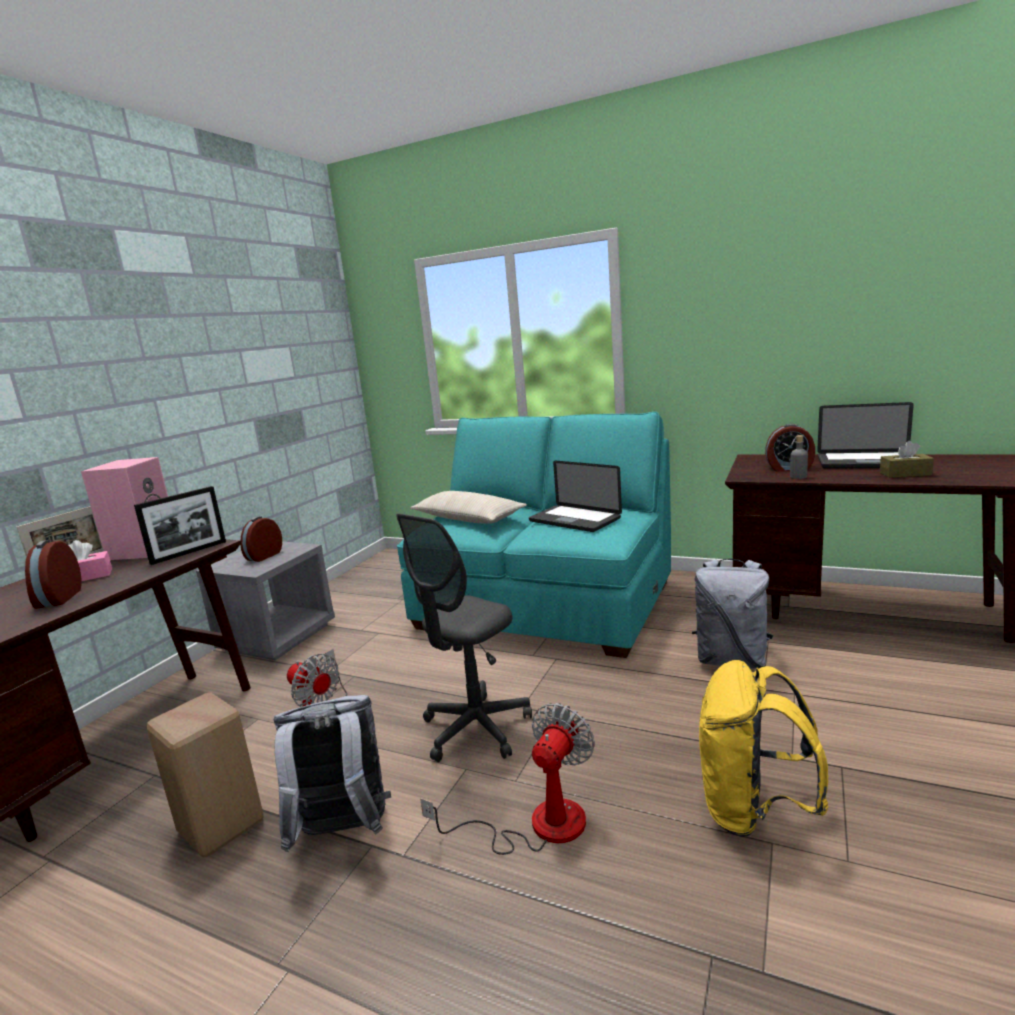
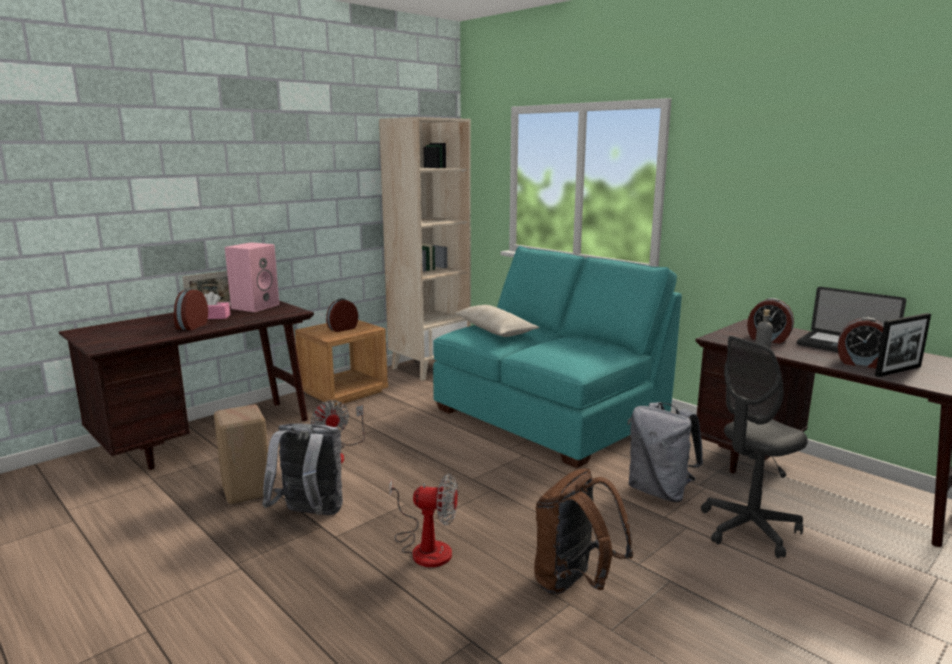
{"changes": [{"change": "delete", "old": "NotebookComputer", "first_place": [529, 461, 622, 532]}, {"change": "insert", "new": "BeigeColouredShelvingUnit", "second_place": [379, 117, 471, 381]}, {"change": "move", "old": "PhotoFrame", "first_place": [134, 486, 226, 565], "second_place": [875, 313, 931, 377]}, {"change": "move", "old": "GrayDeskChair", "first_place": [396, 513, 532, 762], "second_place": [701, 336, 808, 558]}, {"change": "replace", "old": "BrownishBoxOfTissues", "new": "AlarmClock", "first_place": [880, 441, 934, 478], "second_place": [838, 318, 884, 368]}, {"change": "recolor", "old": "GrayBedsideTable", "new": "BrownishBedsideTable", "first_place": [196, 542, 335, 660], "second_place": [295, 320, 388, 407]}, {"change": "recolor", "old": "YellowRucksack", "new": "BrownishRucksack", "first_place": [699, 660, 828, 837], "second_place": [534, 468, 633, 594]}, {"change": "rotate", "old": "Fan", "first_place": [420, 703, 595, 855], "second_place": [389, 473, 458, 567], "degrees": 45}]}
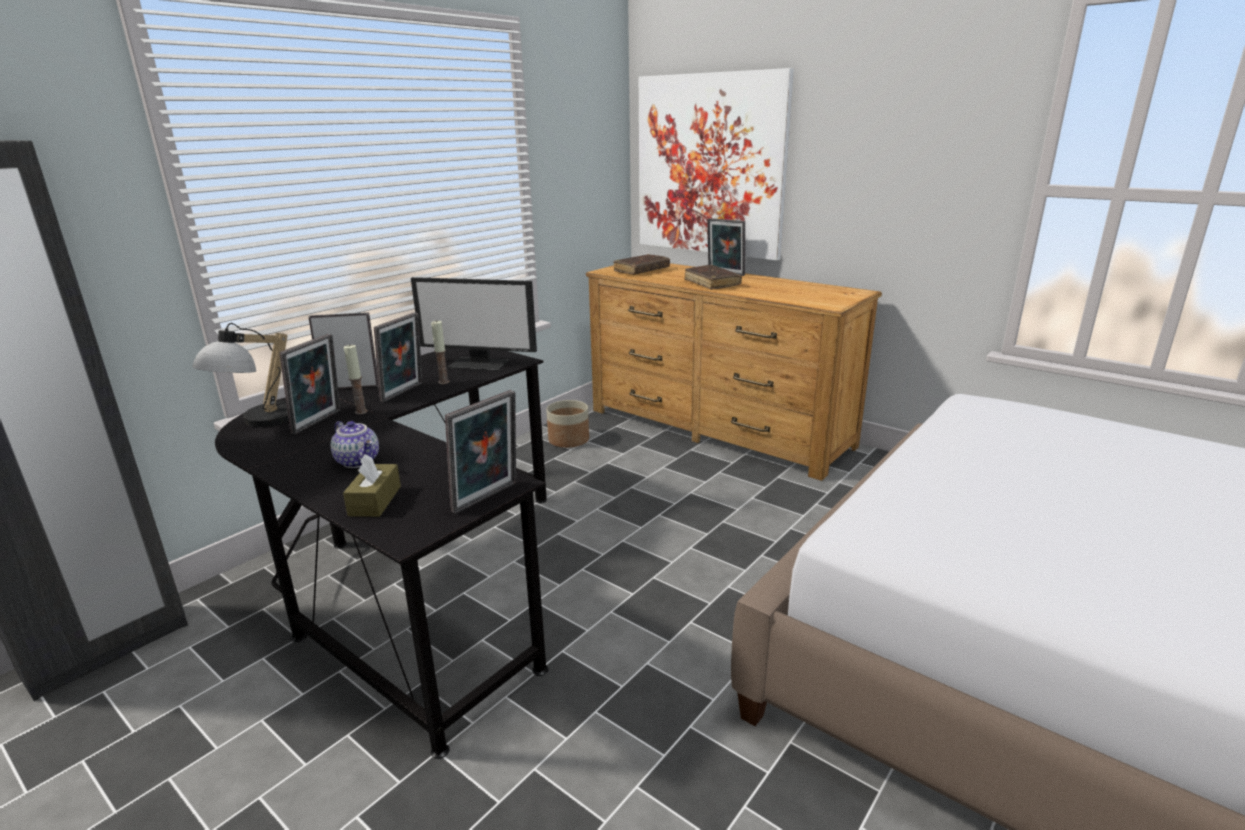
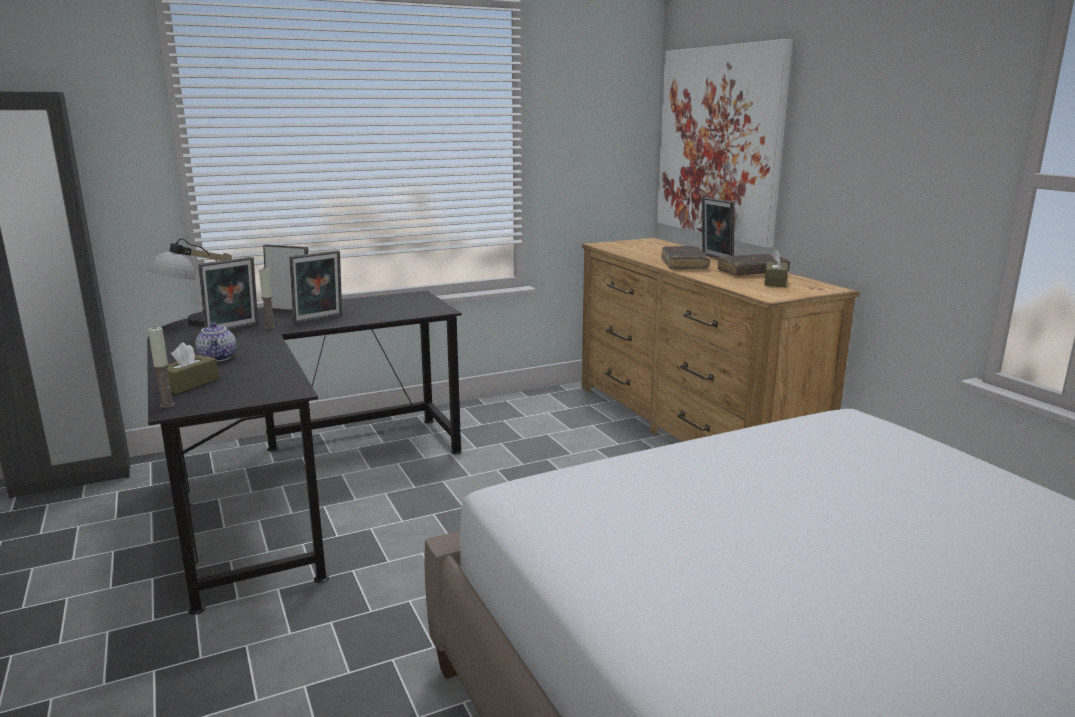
{"changes": [{"change": "delete", "old": "ComputerDisplay", "first_place": [411, 277, 537, 371]}, {"change": "delete", "old": "PhotoFrame", "first_place": [445, 390, 516, 514]}, {"change": "delete", "old": "PlantPot", "first_place": [546, 400, 589, 448]}, {"change": "insert", "new": "BrownishBoxOfTissues", "second_place": [764, 250, 788, 287]}, {"change": "move", "old": "WaxLight", "first_place": [431, 320, 449, 384], "second_place": [148, 326, 175, 408]}, {"change": "move", "old": "BrownishVolume", "first_place": [613, 254, 670, 275], "second_place": [717, 254, 790, 276]}]}
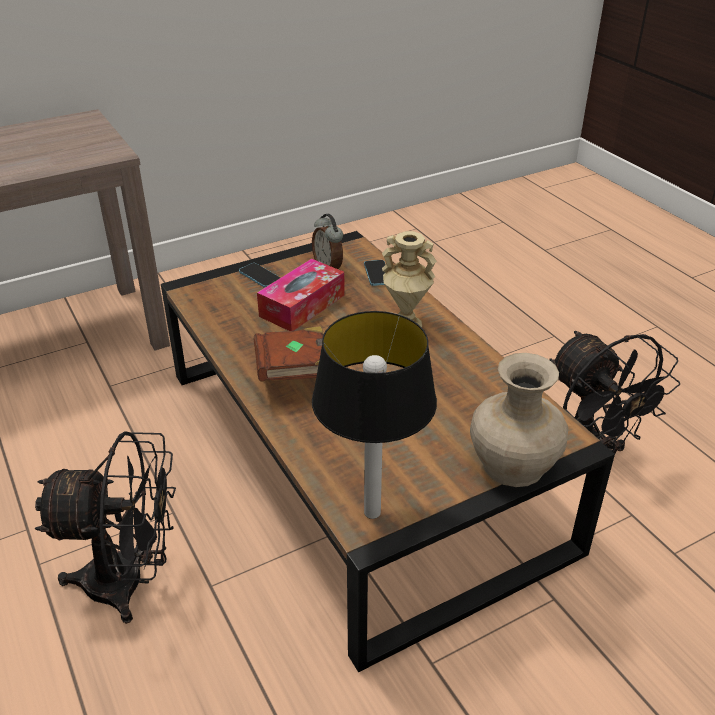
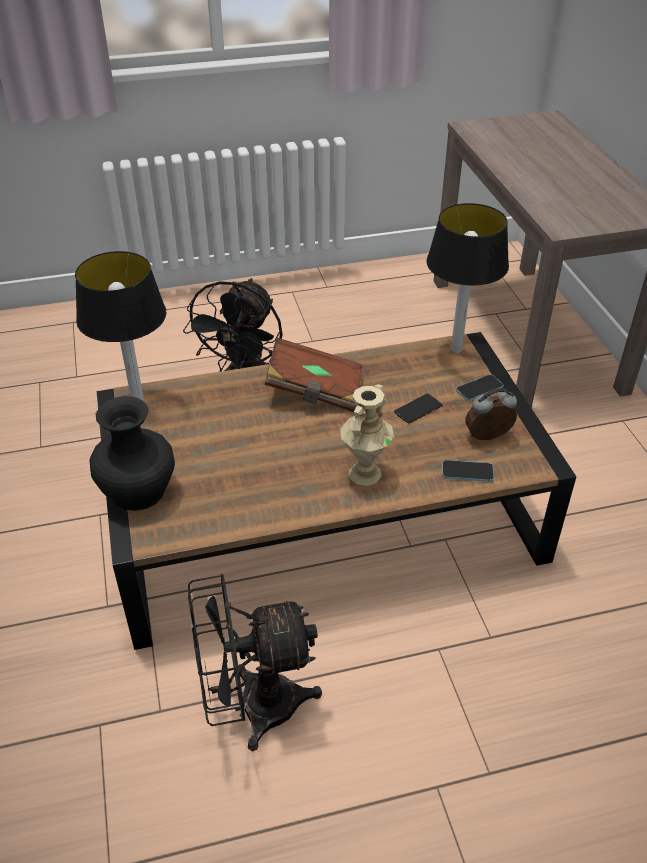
{"changes": [{"change": "insert", "new": "TableLamp", "second_place": [426, 203, 509, 353]}, {"change": "replace", "old": "BoxOfTissues", "new": "Telephone", "first_place": [257, 259, 345, 331], "second_place": [394, 394, 442, 423]}, {"change": "recolor", "old": "BeigeColouredFlowerVase", "new": "BlackColouredFlowerVase", "first_place": [470, 353, 568, 487], "second_place": [90, 396, 175, 511]}]}
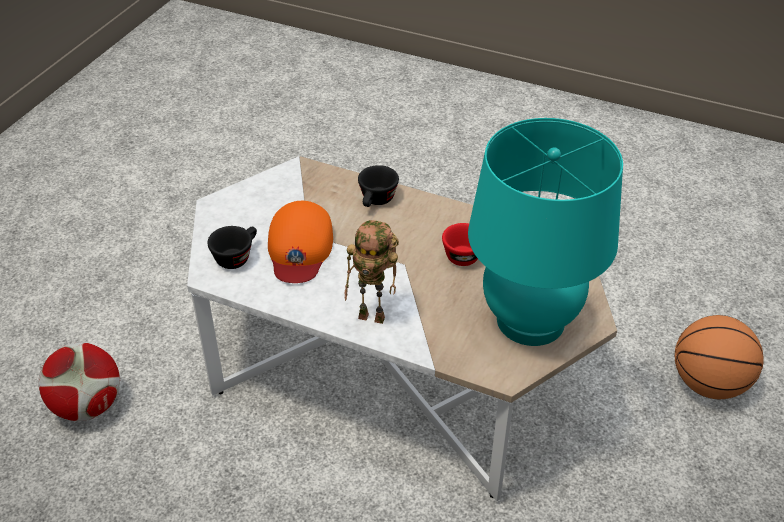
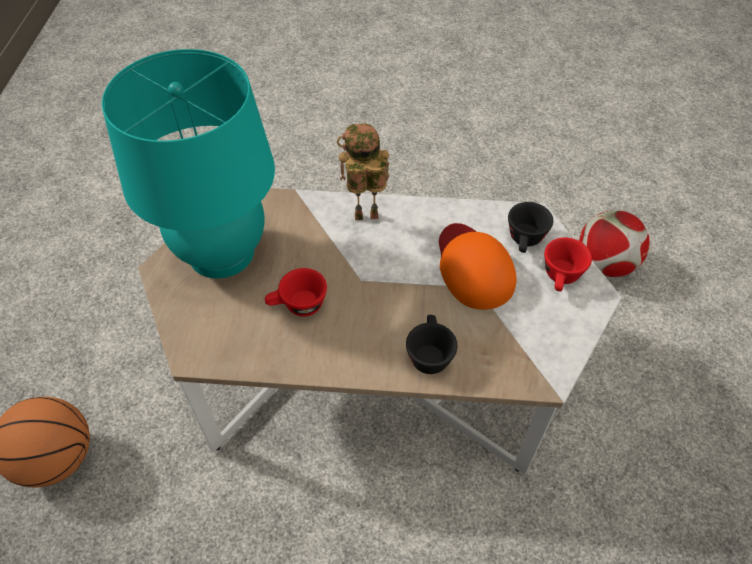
{"changes": [{"change": "insert", "new": "RedSmallCup", "second_place": [544, 237, 592, 292]}]}
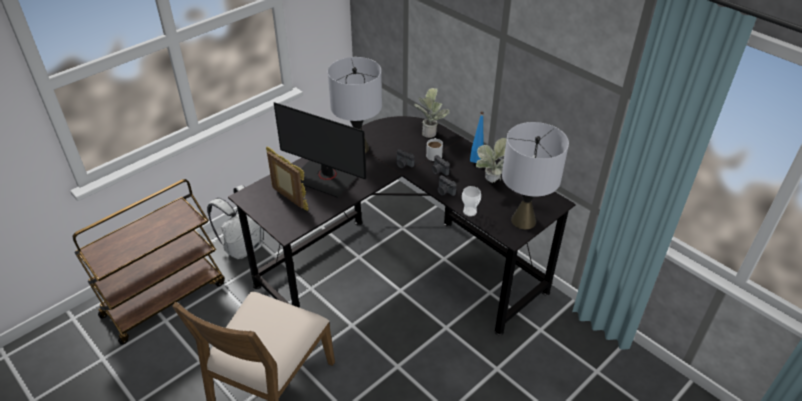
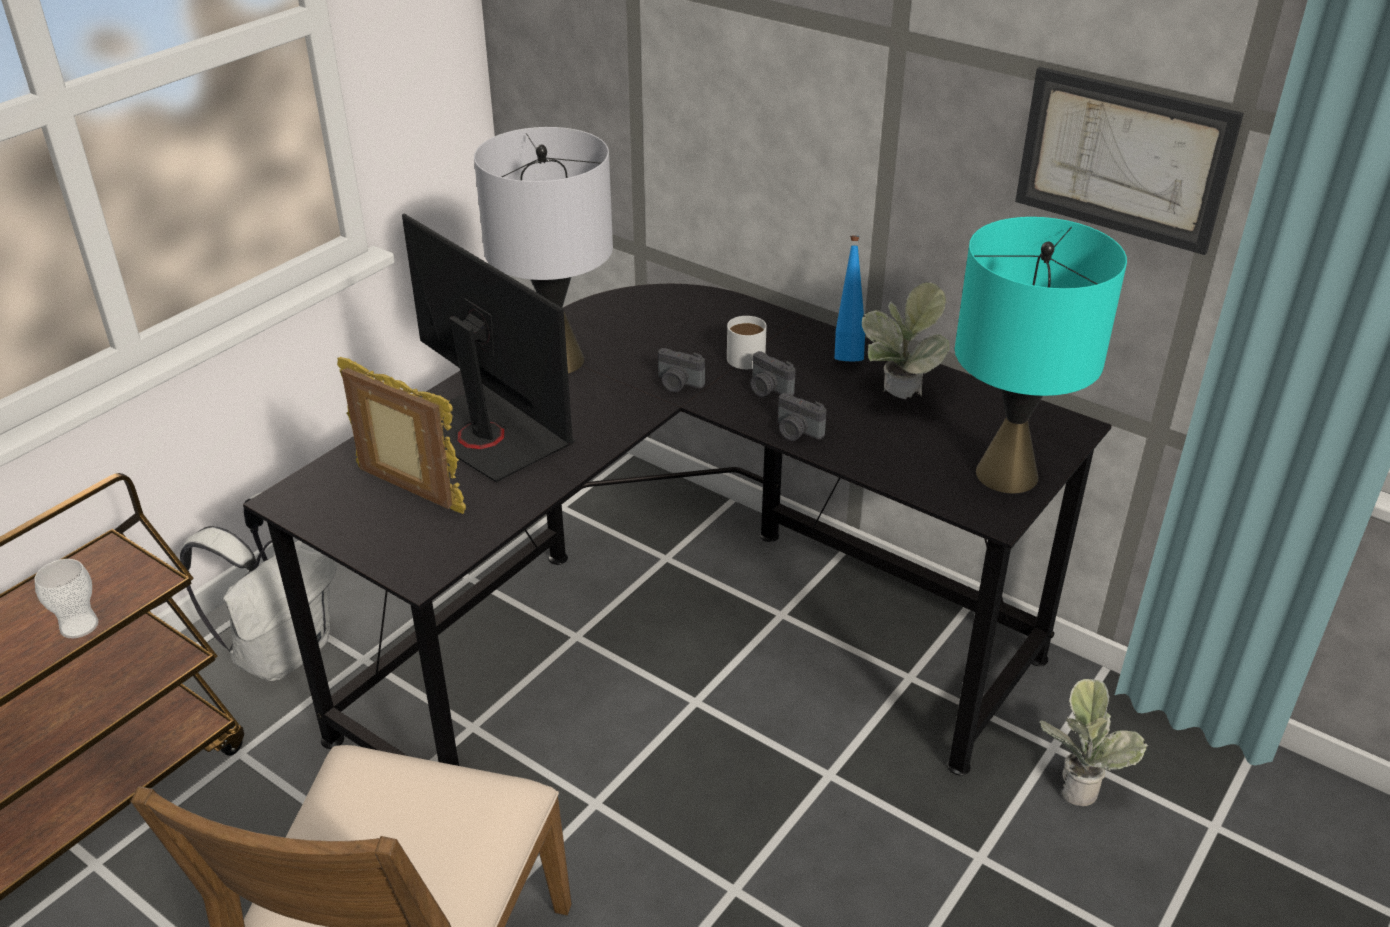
{"changes": [{"change": "insert", "new": "WallPicture", "second_place": [1015, 67, 1244, 255]}, {"change": "move", "old": "PlantInAPot", "first_place": [414, 88, 449, 138], "second_place": [1039, 679, 1148, 806]}, {"change": "move", "old": "SmallCup", "first_place": [462, 186, 481, 217], "second_place": [34, 559, 99, 638]}, {"change": "recolor", "old": "GrayTableLamp", "new": "BlueGreenTableLamp", "first_place": [502, 122, 569, 229], "second_place": [955, 217, 1127, 494]}, {"change": "rotate", "old": "ComputerDisplay", "first_place": [274, 102, 366, 198], "second_place": [402, 213, 576, 482], "degrees": -150}]}
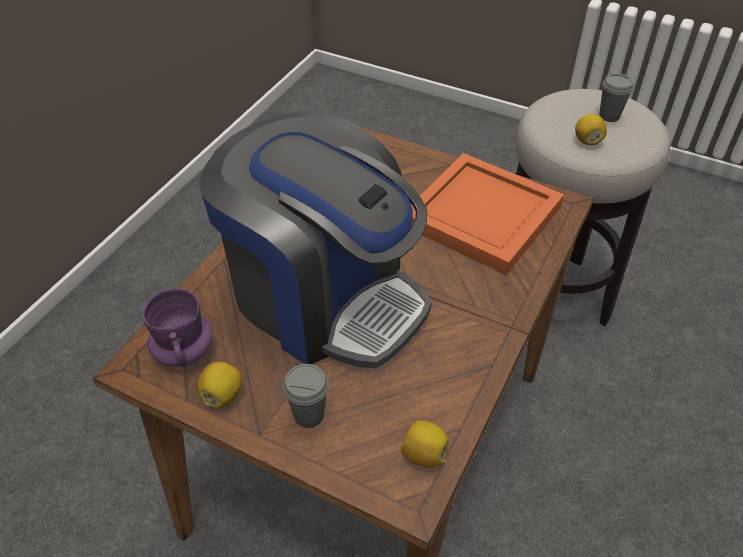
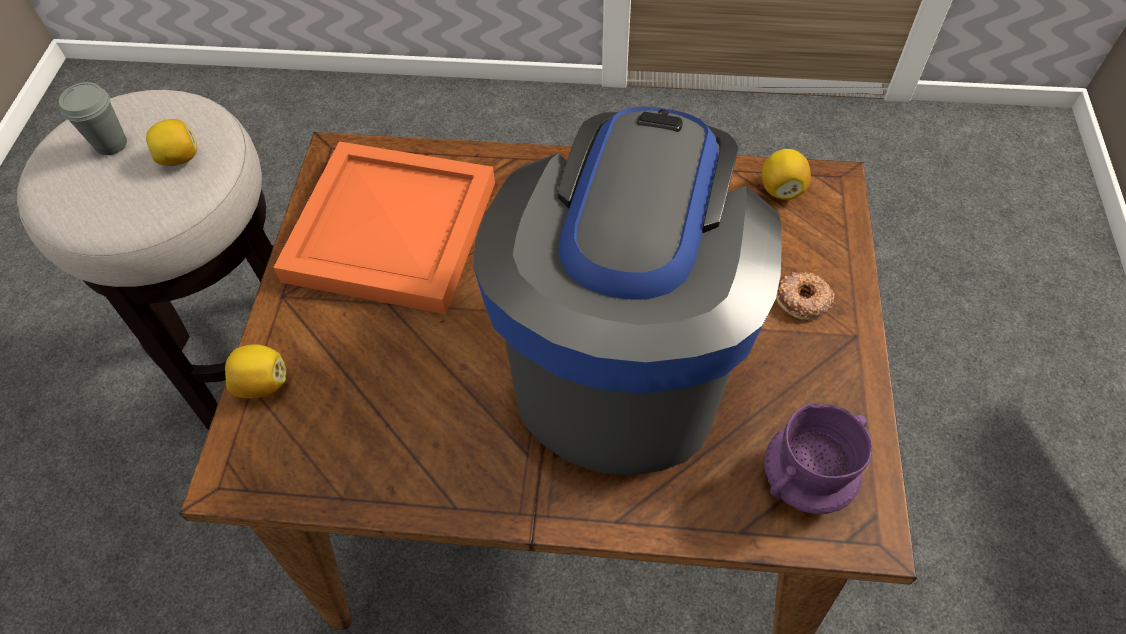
{"changes": [{"change": "move", "old": "Lemon", "first_place": [197, 362, 242, 408], "second_place": [225, 344, 286, 398]}, {"change": "replace", "old": "GraySmallCup", "new": "Doughnut", "first_place": [283, 364, 329, 428], "second_place": [776, 272, 835, 320]}]}
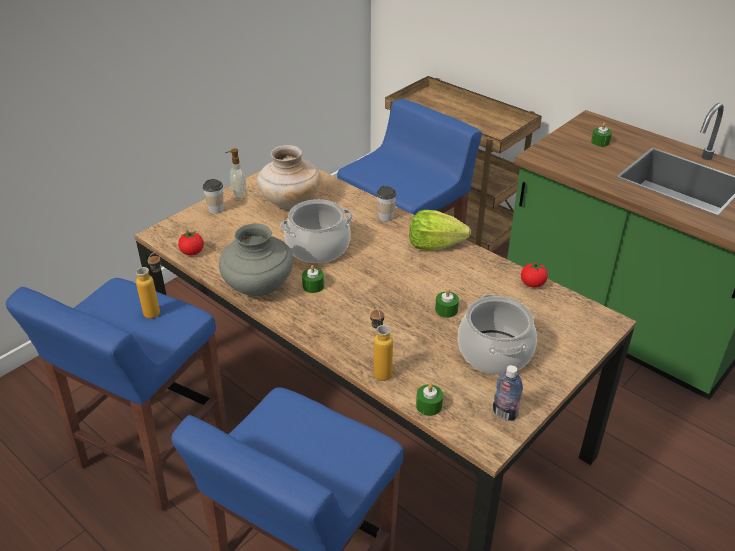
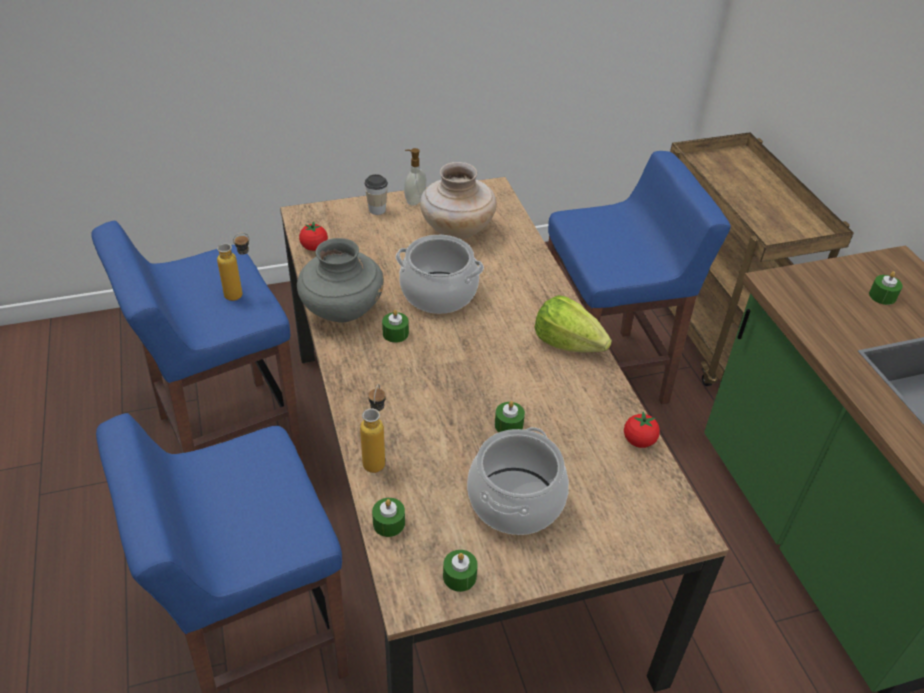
{"changes": [{"change": "delete", "old": "SmallCup", "first_place": [376, 186, 397, 222]}, {"change": "replace", "old": "Bottle", "new": "GreenWaxLight", "first_place": [493, 365, 523, 421], "second_place": [443, 550, 478, 592]}]}
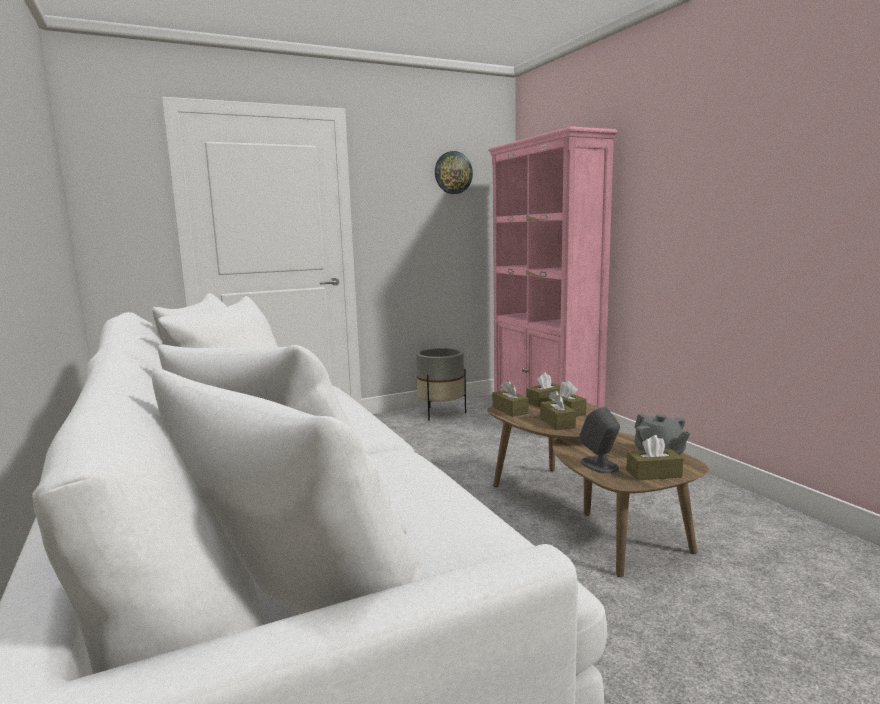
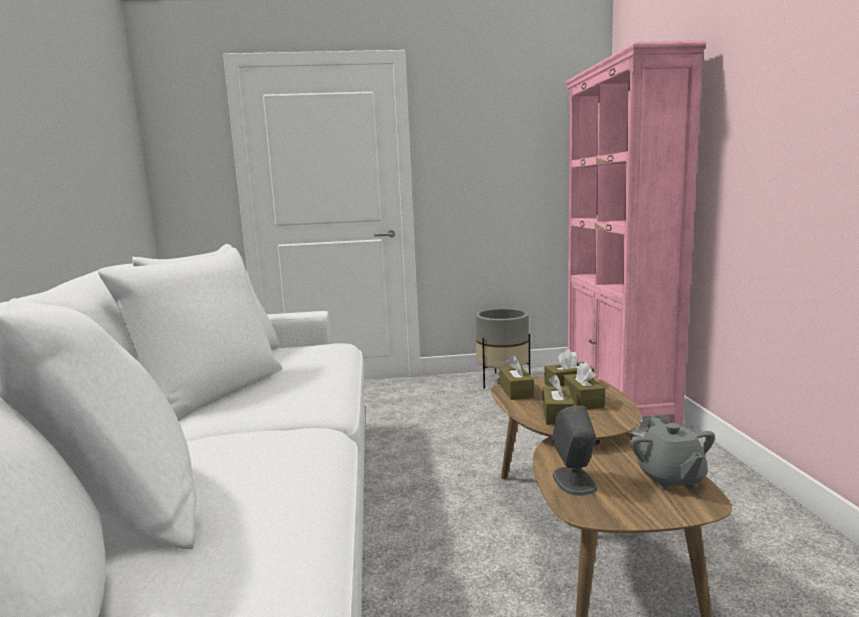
{"changes": [{"change": "delete", "old": "WallClock", "first_place": [435, 151, 473, 194]}, {"change": "delete", "old": "BrownishBoxOfTissues", "first_place": [626, 435, 683, 481]}]}
